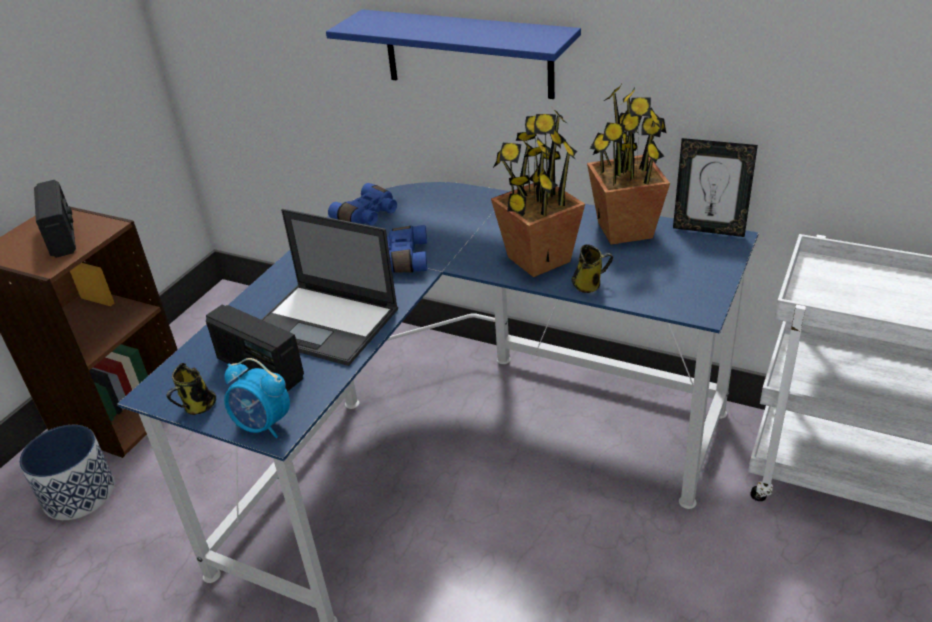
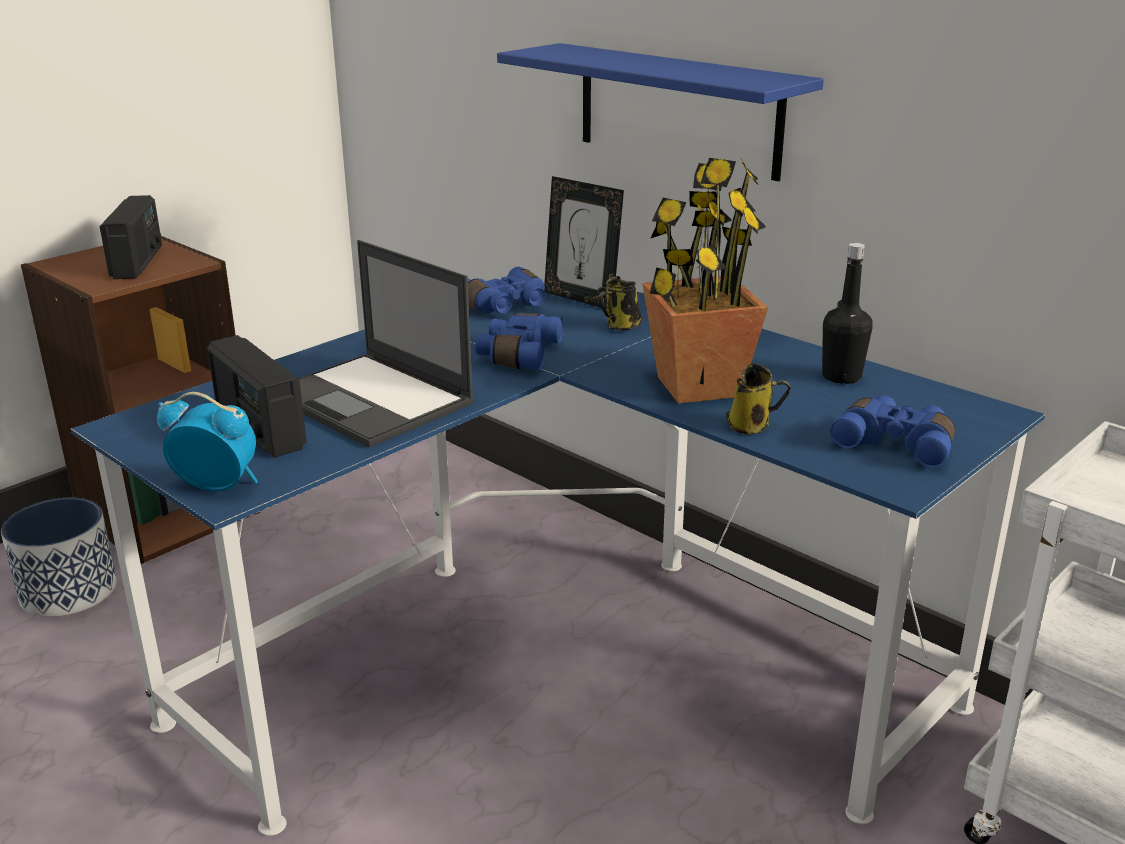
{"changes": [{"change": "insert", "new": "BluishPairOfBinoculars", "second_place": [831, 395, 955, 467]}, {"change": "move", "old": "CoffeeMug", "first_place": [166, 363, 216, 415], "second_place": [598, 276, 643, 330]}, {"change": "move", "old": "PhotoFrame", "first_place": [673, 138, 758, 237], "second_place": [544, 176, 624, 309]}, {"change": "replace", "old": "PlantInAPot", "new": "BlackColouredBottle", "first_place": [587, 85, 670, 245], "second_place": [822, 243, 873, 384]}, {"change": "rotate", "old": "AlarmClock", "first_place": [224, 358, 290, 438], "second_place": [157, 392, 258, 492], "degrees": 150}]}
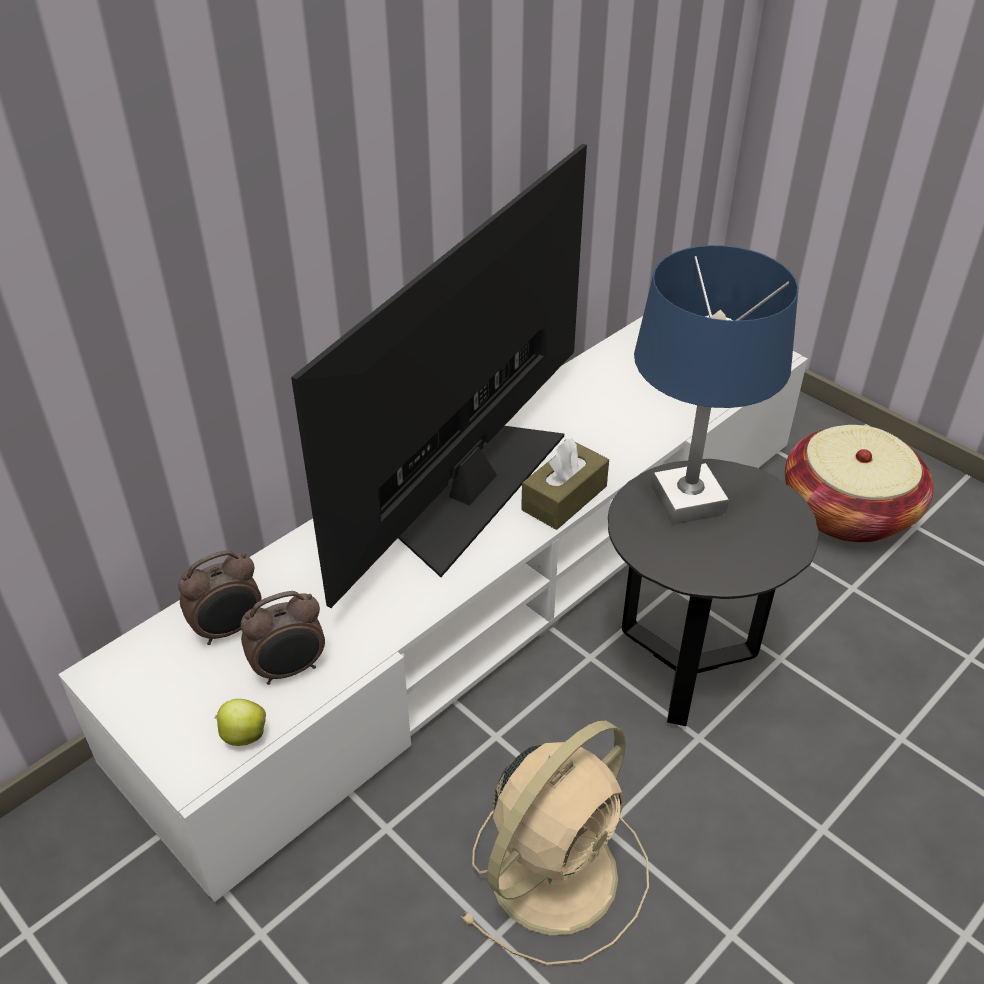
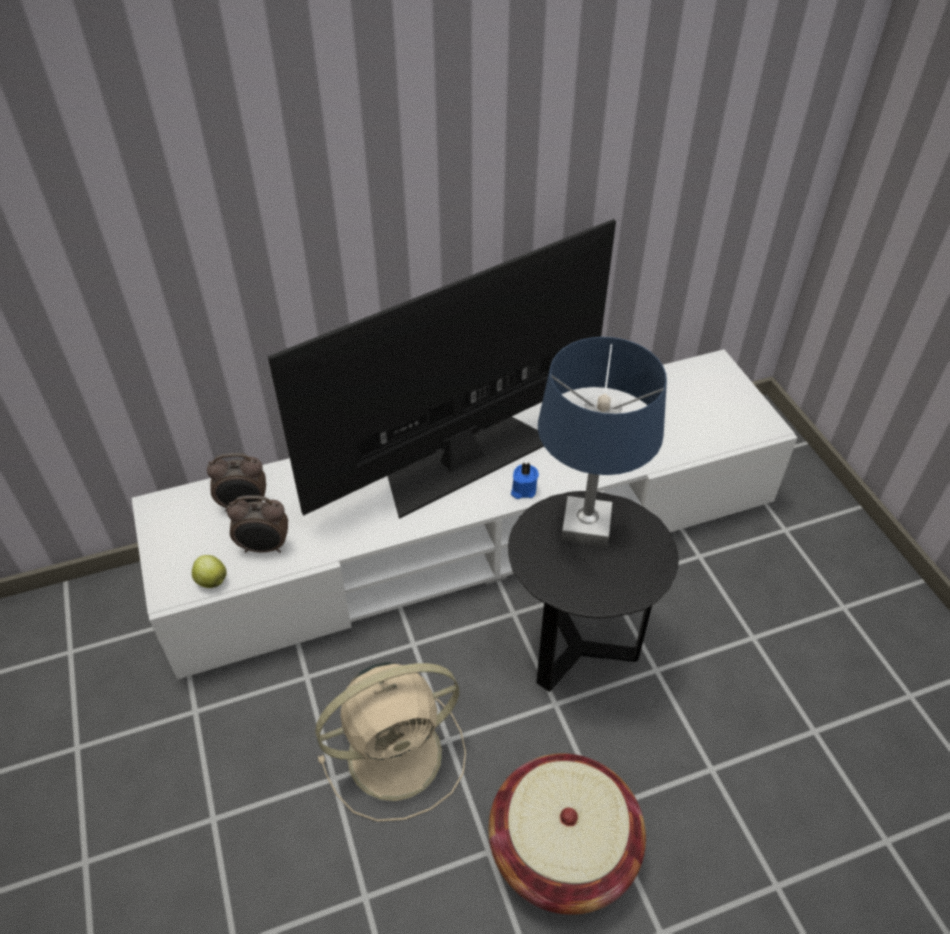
{"changes": [{"change": "move", "old": "HouseholdBasket", "first_place": [785, 425, 934, 543], "second_place": [489, 753, 646, 915]}, {"change": "replace", "old": "BrownishBoxOfTissues", "new": "BluishWaxLight", "first_place": [521, 438, 609, 530], "second_place": [511, 462, 539, 499]}]}
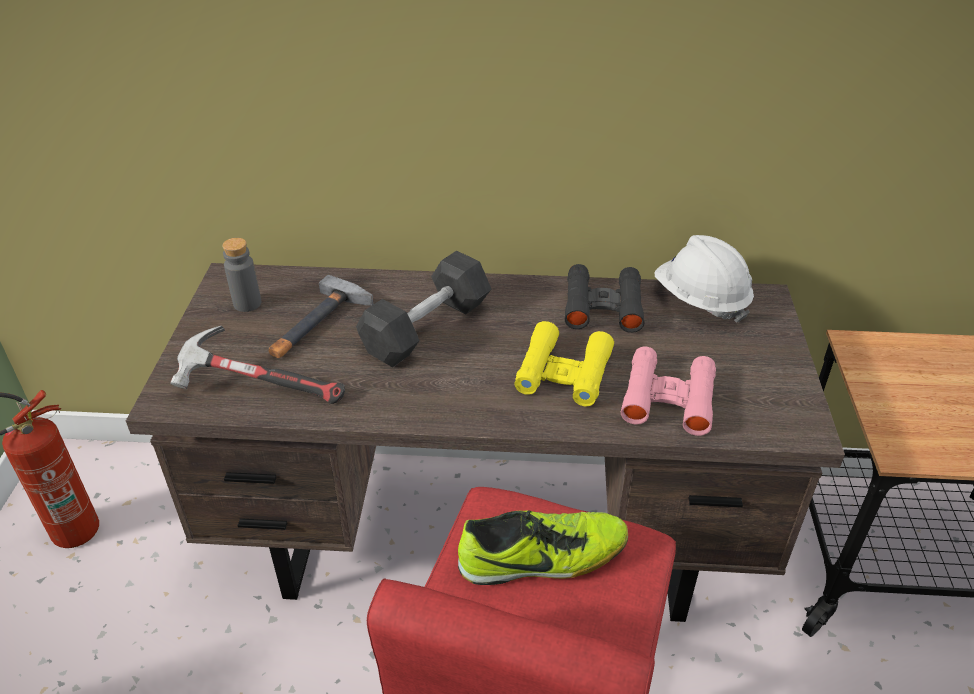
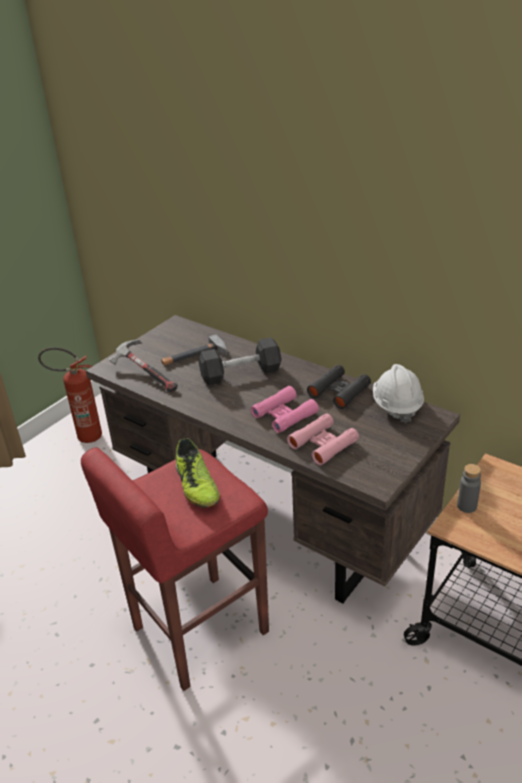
{"changes": [{"change": "move", "old": "GrayBottle", "first_place": [222, 238, 261, 312], "second_place": [457, 464, 481, 513]}, {"change": "recolor", "old": "YellowPairOfBinoculars", "new": "PinkColouredPairOfBinoculars", "first_place": [515, 321, 614, 406], "second_place": [251, 386, 319, 433]}, {"change": "rotate", "old": "LowShoe", "first_place": [458, 510, 628, 585], "second_place": [176, 438, 220, 507], "degrees": 45}]}
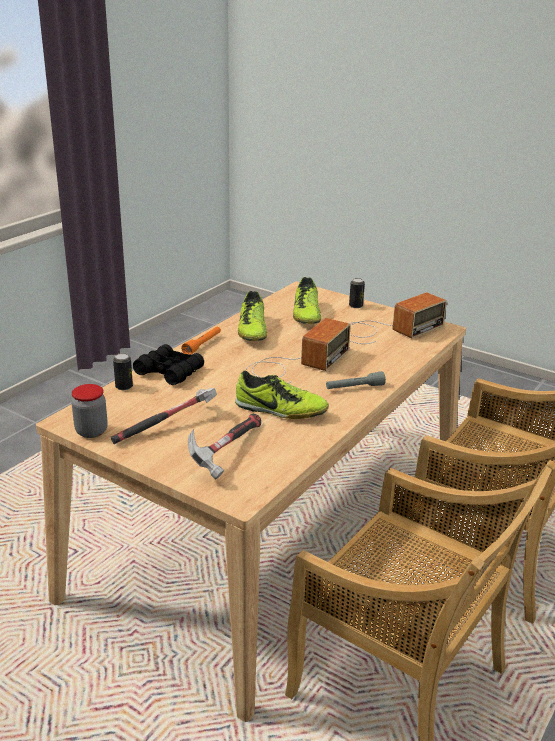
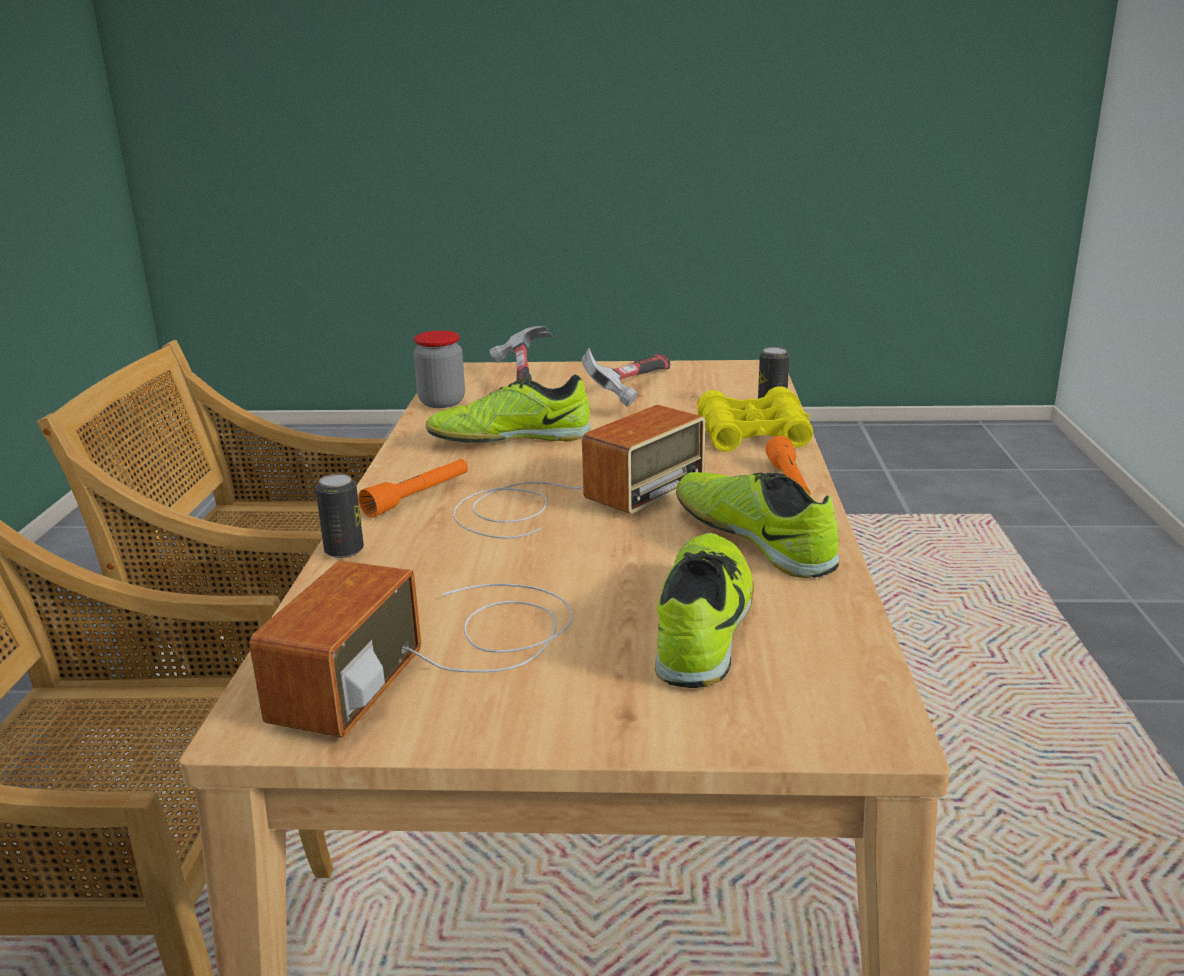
{"changes": [{"change": "move", "old": "PreserveJar", "first_place": [71, 384, 108, 438], "second_place": [413, 330, 465, 408]}, {"change": "move", "old": "Can", "first_place": [349, 278, 365, 308], "second_place": [315, 474, 364, 558]}, {"change": "recolor", "old": "BlackColouredPairOfBinoculars", "new": "YellowPairOfBinoculars", "first_place": [133, 344, 204, 385], "second_place": [697, 386, 813, 452]}, {"change": "recolor", "old": "GrayHandTorch", "new": "OrangeyHandTorch", "first_place": [326, 371, 386, 389], "second_place": [358, 459, 468, 518]}, {"change": "rotate", "old": "Radio", "first_place": [245, 318, 351, 384], "second_place": [453, 405, 706, 539], "degrees": -135}, {"change": "rotate", "old": "LowShoe", "first_place": [293, 277, 321, 324], "second_place": [655, 533, 754, 688], "degrees": 45}]}
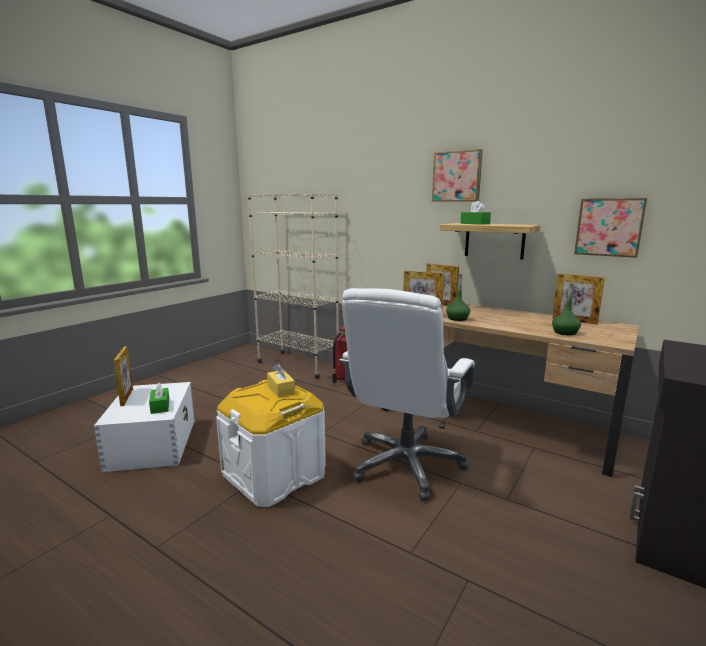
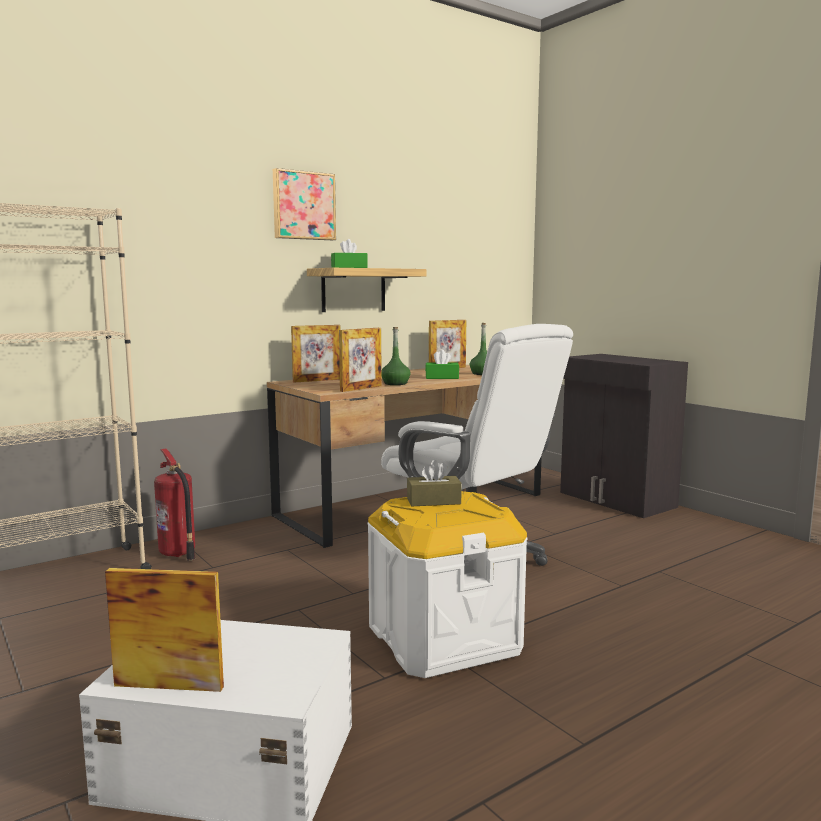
{"changes": [{"change": "delete", "old": "WallPicture", "first_place": [574, 198, 647, 258]}, {"change": "move", "old": "GreenBoxOfTissues", "first_place": [149, 383, 169, 414], "second_place": [425, 350, 459, 379]}, {"change": "recolor", "old": "YellowBoxOfTissues", "new": "BrownishBoxOfTissues", "first_place": [267, 363, 295, 398], "second_place": [407, 460, 462, 507]}]}
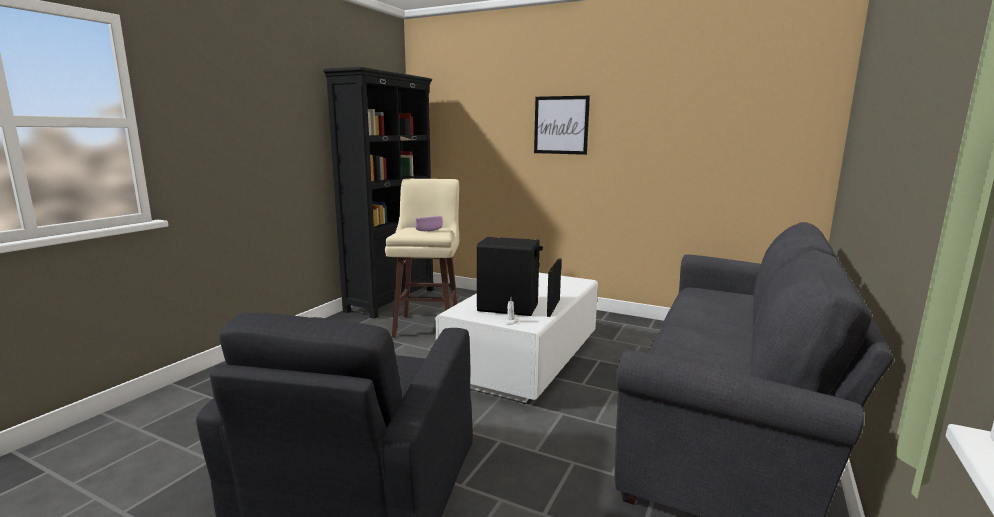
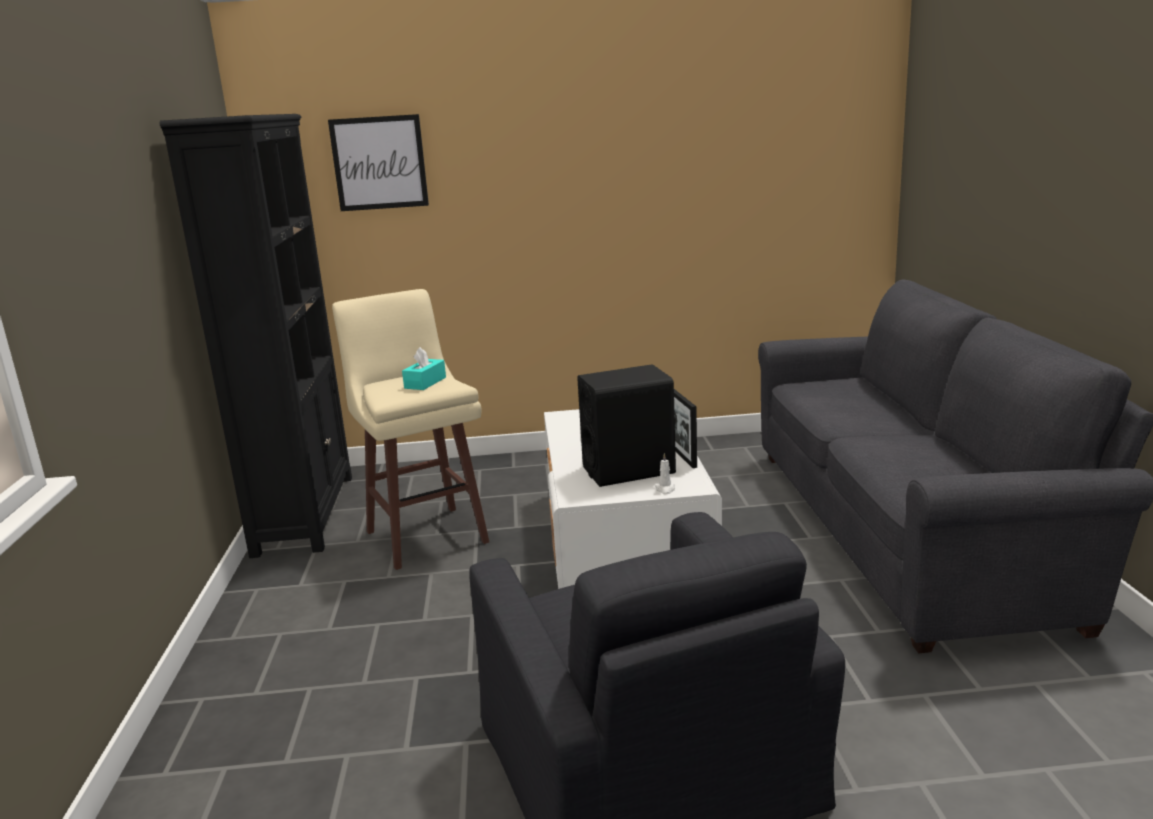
{"changes": [{"change": "move", "old": "WallPicture", "first_place": [534, 96, 590, 155], "second_place": [328, 114, 429, 211]}, {"change": "replace", "old": "PurplishServingBowl", "new": "BlueGreenBoxOfTissues", "first_place": [415, 216, 443, 231], "second_place": [402, 347, 446, 390]}]}
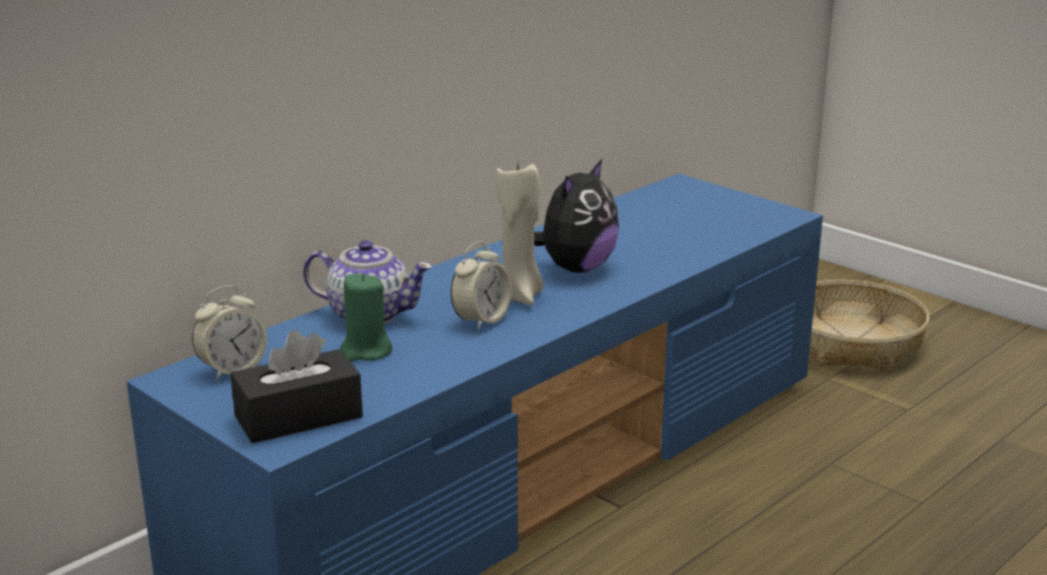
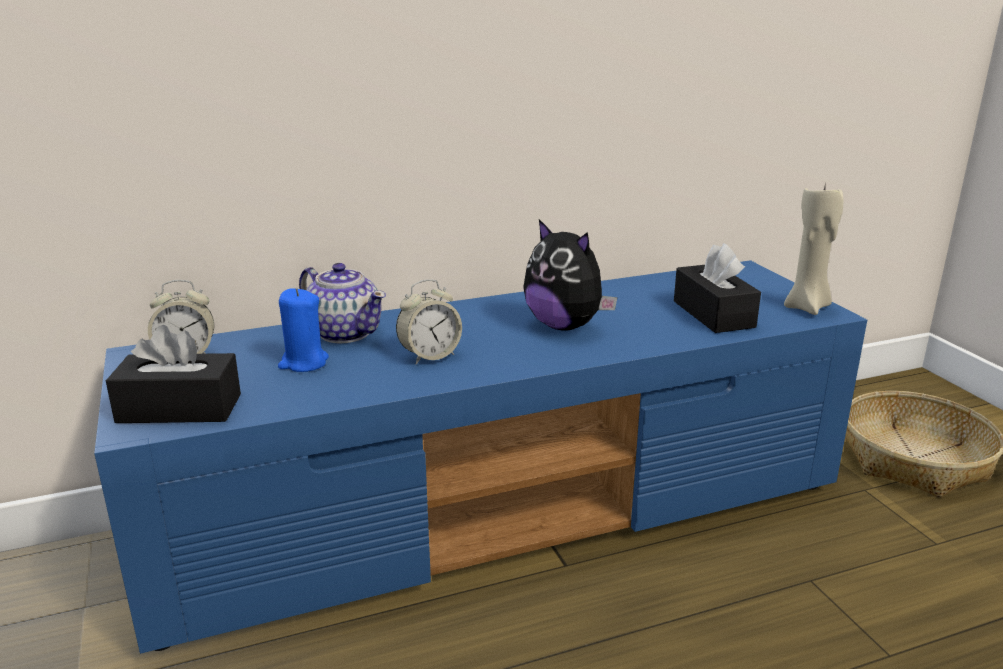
{"changes": [{"change": "insert", "new": "BlackColouredBoxOfTissues", "second_place": [674, 243, 761, 333]}, {"change": "move", "old": "BeigeColouredWaxLight", "first_place": [496, 164, 544, 305], "second_place": [784, 182, 843, 315]}, {"change": "recolor", "old": "GreenWaxLight", "new": "BluishWaxLight", "first_place": [340, 273, 392, 362], "second_place": [278, 288, 329, 372]}, {"change": "rotate", "old": "PlushToy", "first_place": [534, 159, 619, 273], "second_place": [523, 219, 618, 331], "degrees": 75}]}
